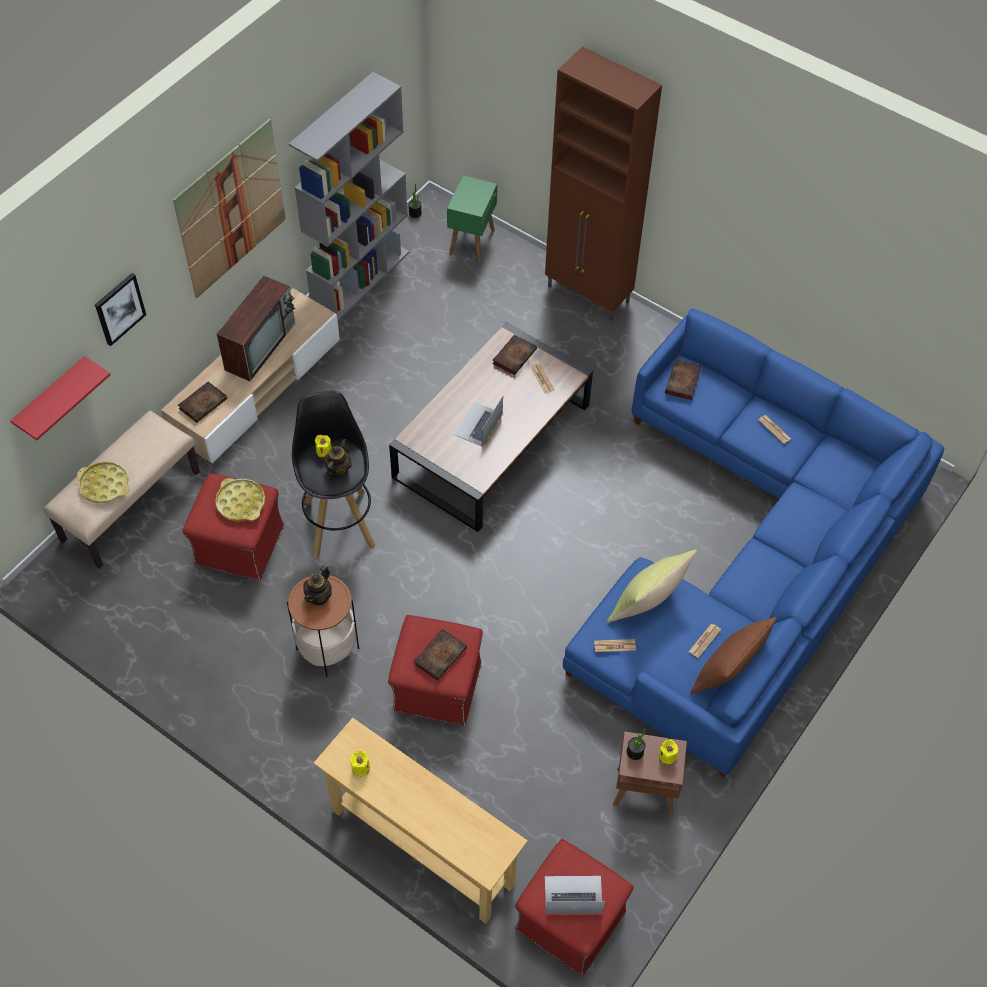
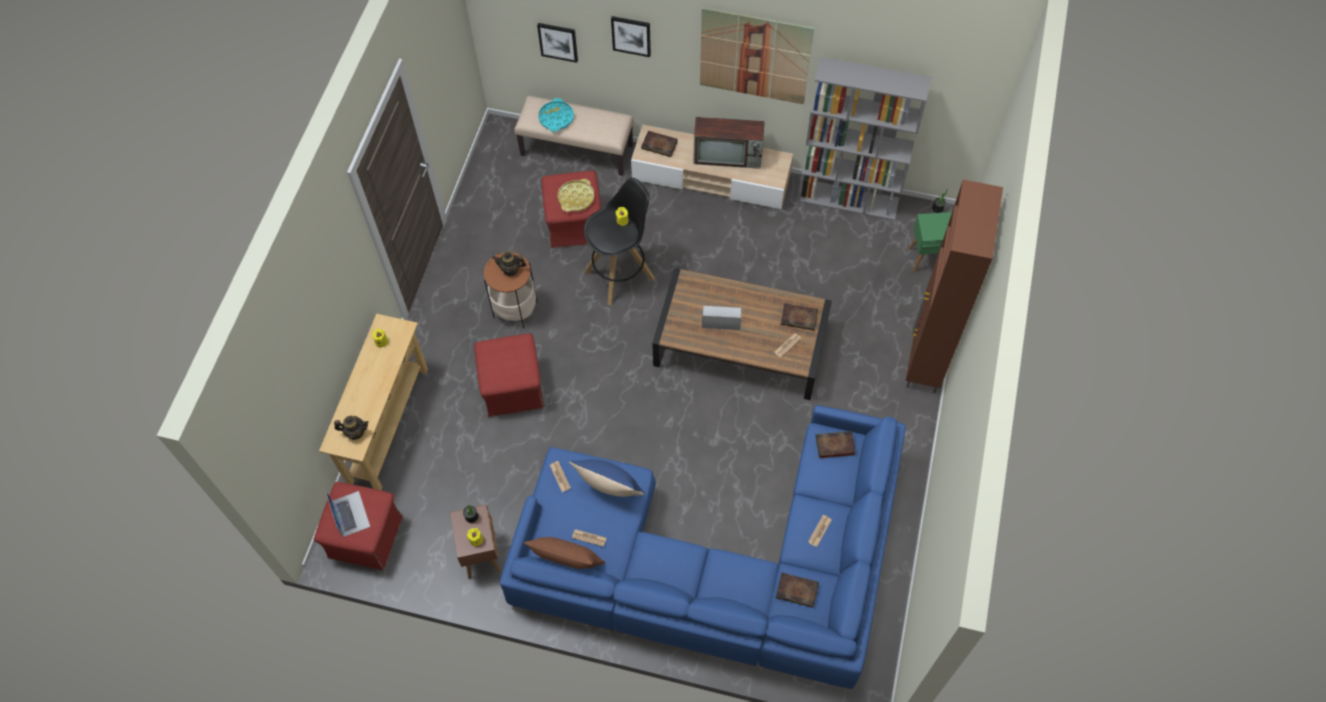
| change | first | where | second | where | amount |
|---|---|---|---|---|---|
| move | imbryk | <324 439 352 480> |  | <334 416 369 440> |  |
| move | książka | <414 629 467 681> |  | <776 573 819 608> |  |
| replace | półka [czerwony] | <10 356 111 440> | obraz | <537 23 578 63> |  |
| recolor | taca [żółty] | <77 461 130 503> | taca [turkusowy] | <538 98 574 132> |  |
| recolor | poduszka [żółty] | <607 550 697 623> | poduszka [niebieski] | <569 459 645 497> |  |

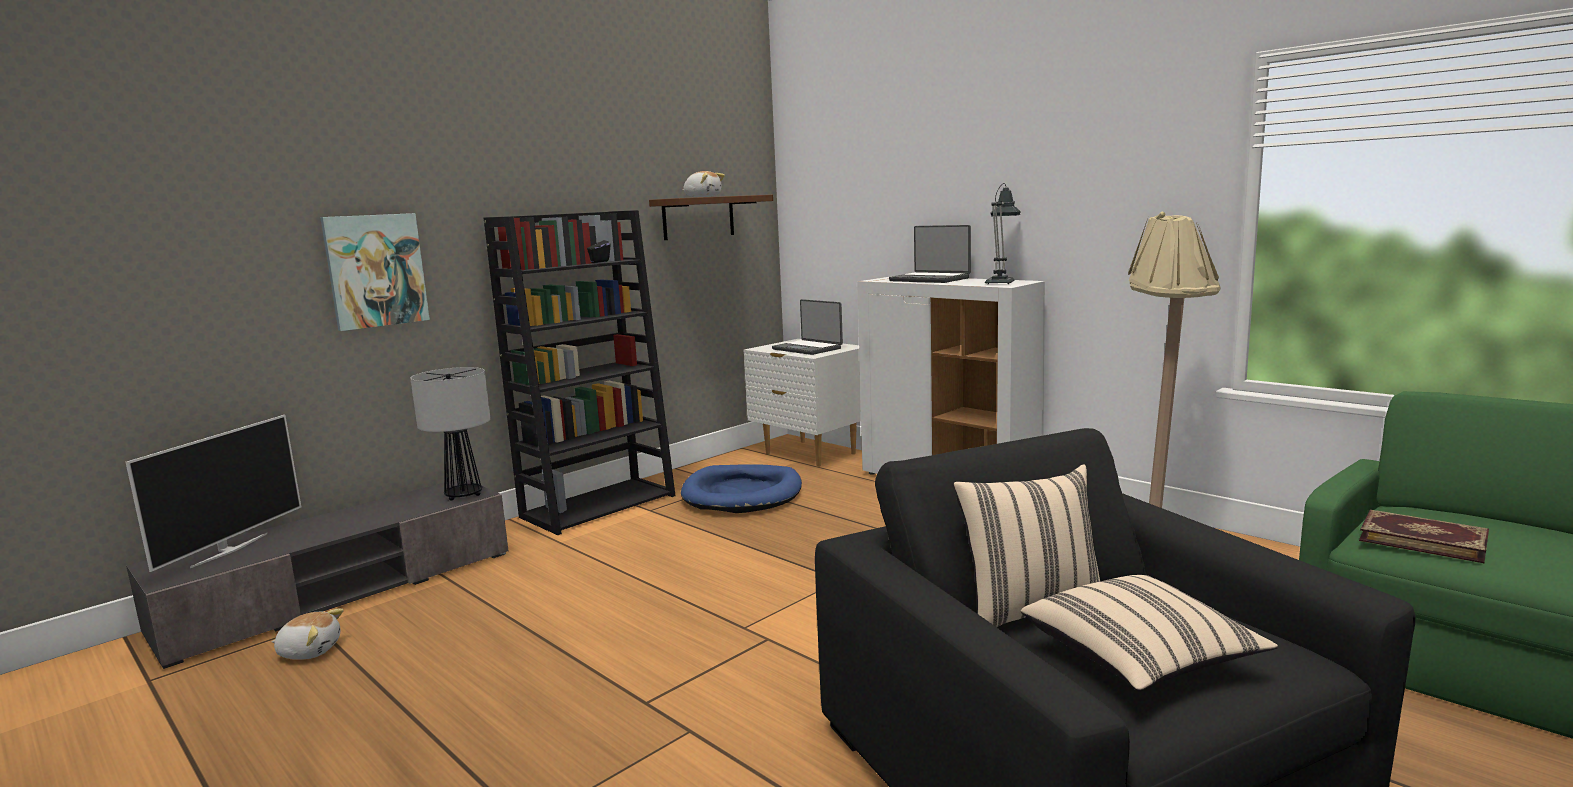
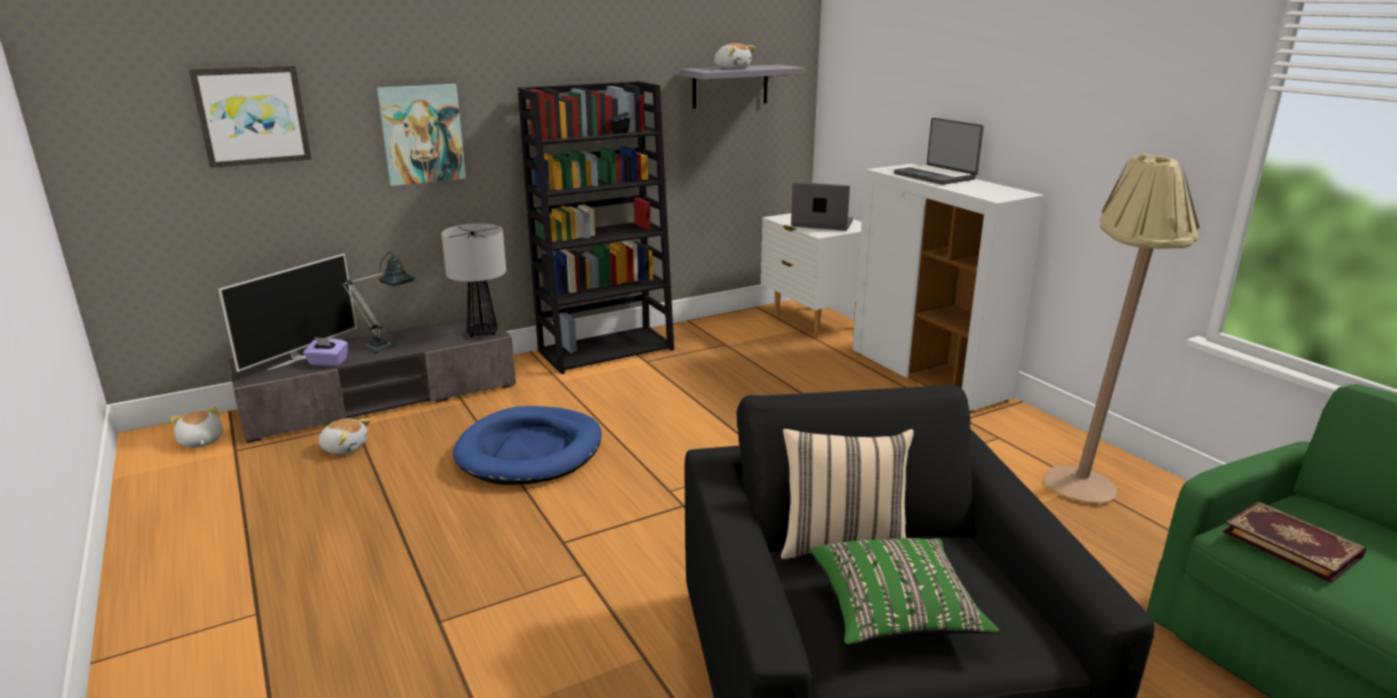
| change | first | where | second | where | amount |
|---|---|---|---|---|---|
| insert |  |  | pluszak | <171 407 223 448> |  |
| insert |  |  | obraz | <189 65 311 168> |  |
| insert |  |  | pudełko chusteczek [fioletowy] | <303 337 348 366> |  |
| move | legowisko [niebieski] | <681 464 802 513> |  | <453 406 602 485> |  |
| move | lampa stołowa | <985 183 1021 284> |  | <341 252 414 353> |  |
| recolor | półka [brązowy] | <649 195 773 240> | półka [szary] | <680 64 805 109> |  |
| recolor | poduszka [beżowy] | <1021 575 1278 691> | poduszka [zielony] | <810 538 1000 645> |  |
| rotate | laptop | <772 299 843 355> |  | <791 182 853 231> | 135 degrees clockwise |

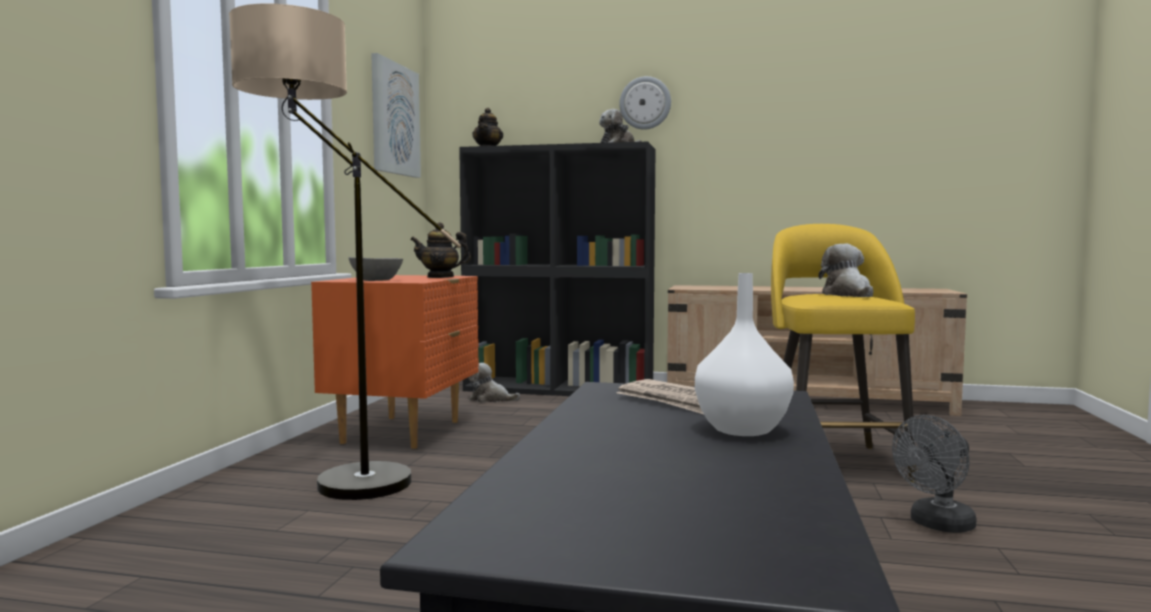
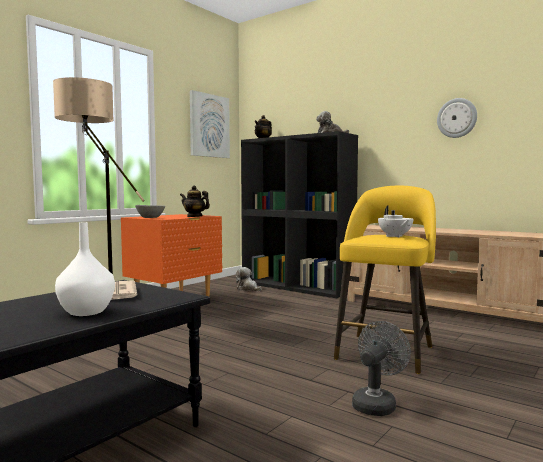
| change | first | where | second | where | amount |
|---|---|---|---|---|---|
| move | zegar ścienny | <619 76 671 130> |  | <437 98 477 138> |  |
| replace | pluszak | <818 244 873 297> | imbryk [biały] | <378 206 413 238> |  |
| rotate | wentylator [szary] | <892 415 977 533> |  | <352 321 411 416> | 135 degrees clockwise |

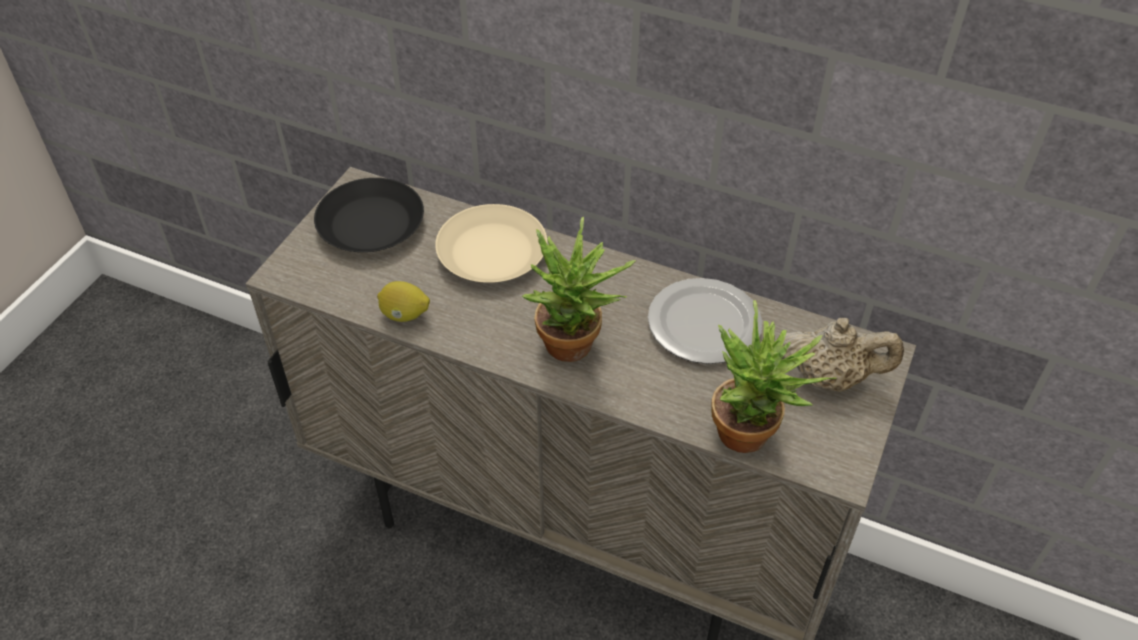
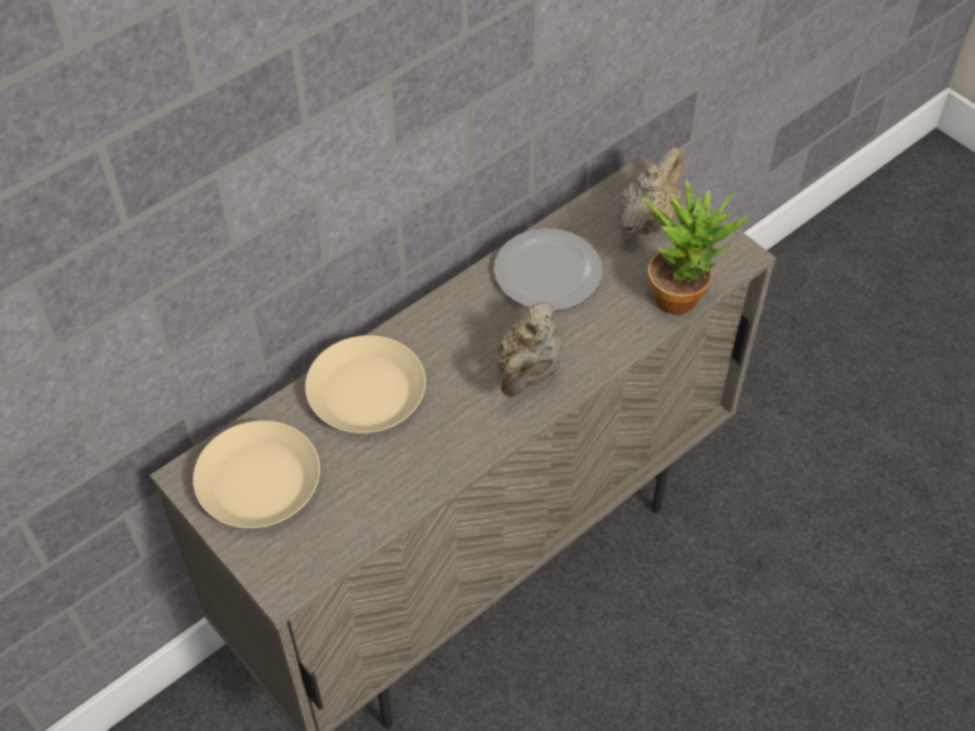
| change | first | where | second | where | amount |
|---|---|---|---|---|---|
| delete | cytryna | <377 281 430 322> |  |  |  |
| replace | roślina doniczkowa | <522 217 636 362> | imbryk [beżowy] | <497 301 562 397> |  |
| recolor | talerz [czarny] | <314 178 424 252> | talerz [beżowy] | <193 421 320 528> |  |

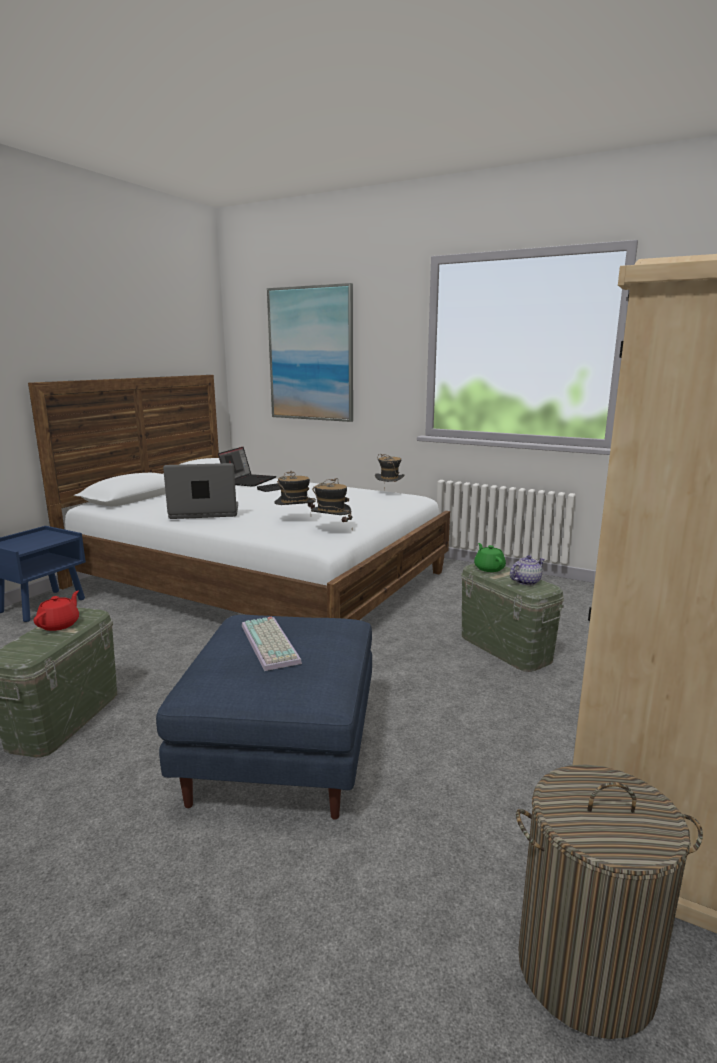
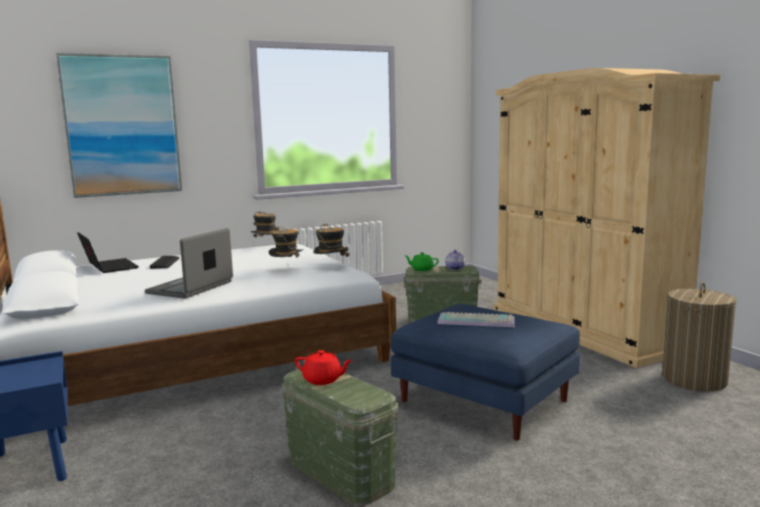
| change | first | where | second | where | amount |
|---|---|---|---|---|---|
| rotate | imbryk [czerwony] | <34 591 79 631> |  | <295 350 353 385> | 150 degrees clockwise |

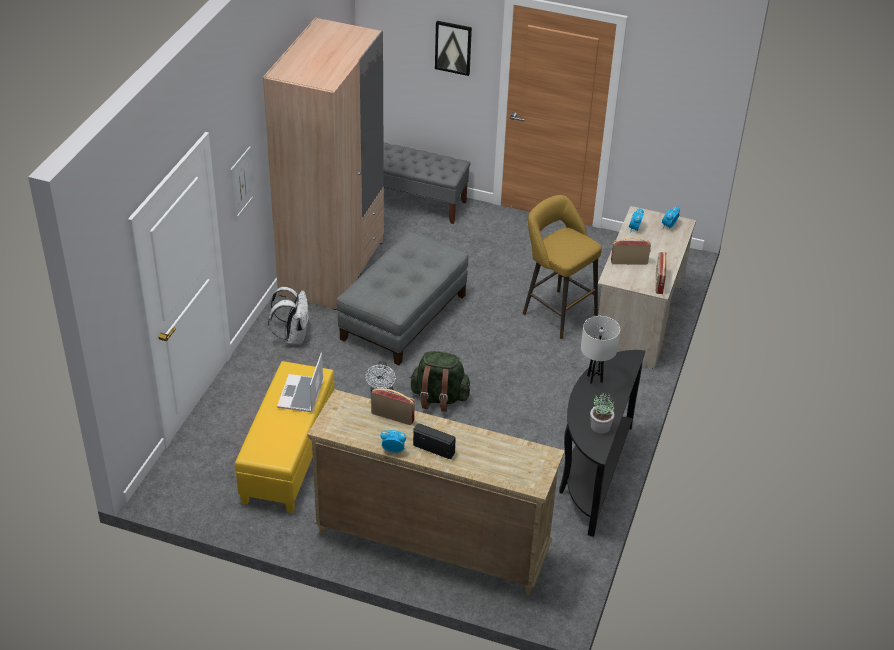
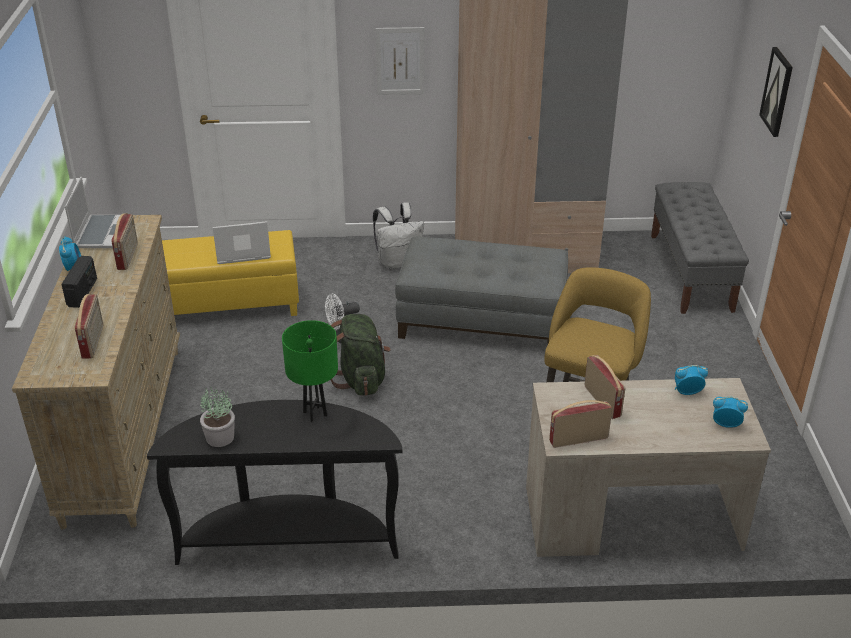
| change | first | where | second | where | amount |
|---|---|---|---|---|---|
| insert |  |  | laptop | <65 176 120 248> |  |
| insert |  |  | radio | <75 294 103 359> |  |
| recolor | lampa stołowa [biały] | <581 316 620 384> | lampa stołowa [zielony] | <282 320 338 422> |  |

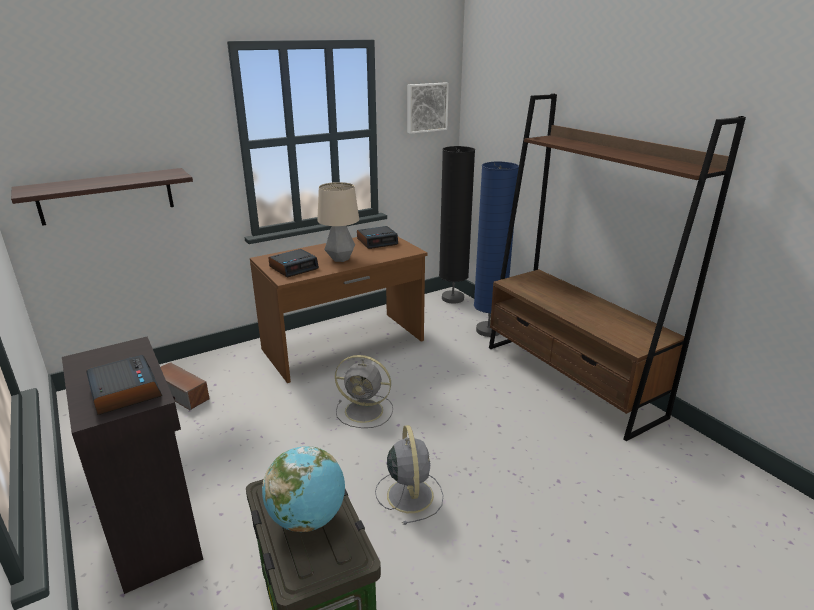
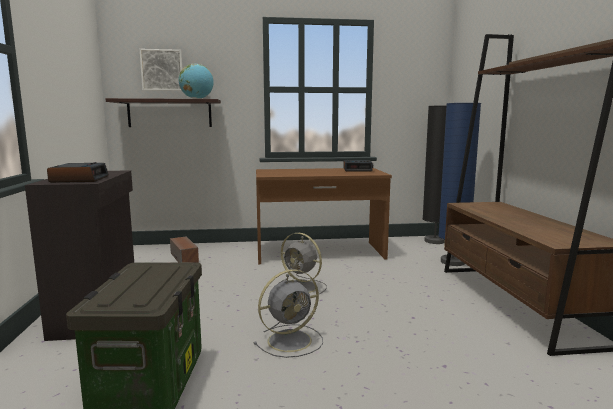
| change | first | where | second | where | amount |
|---|---|---|---|---|---|
| delete | budzik | <268 249 319 278> |  |  |  |
| delete | lampa stołowa | <317 182 359 262> |  |  |  |
| move | globus | <262 446 345 532> |  | <179 64 214 99> |  |
| move | obraz | <407 83 449 134> |  | <140 49 182 91> |  |
| rotate | wentylator [szary] | <375 425 444 525> |  | <253 269 323 358> | 45 degrees clockwise |

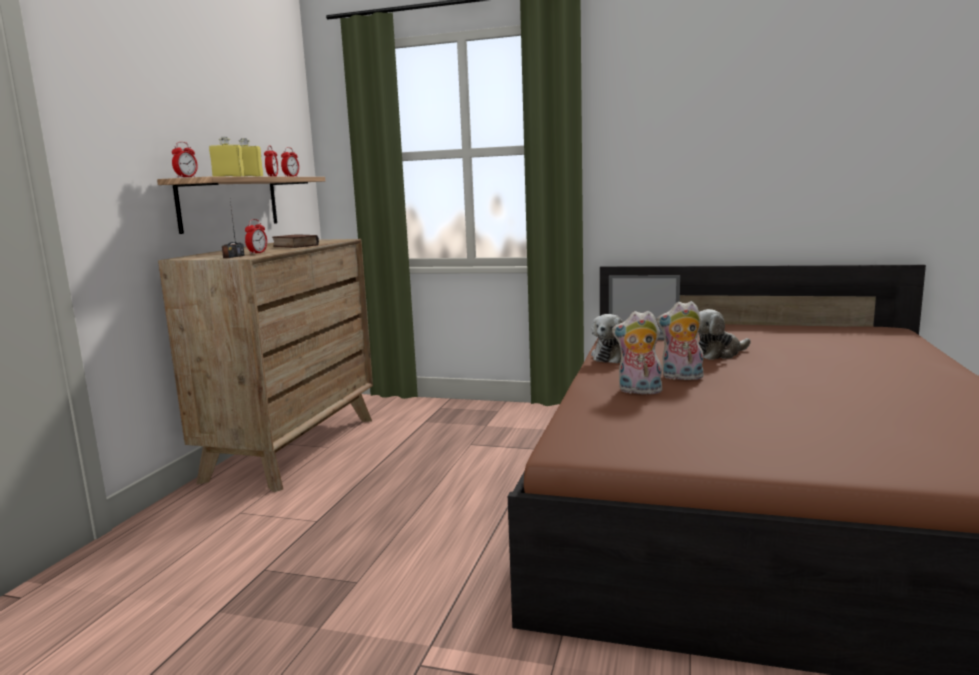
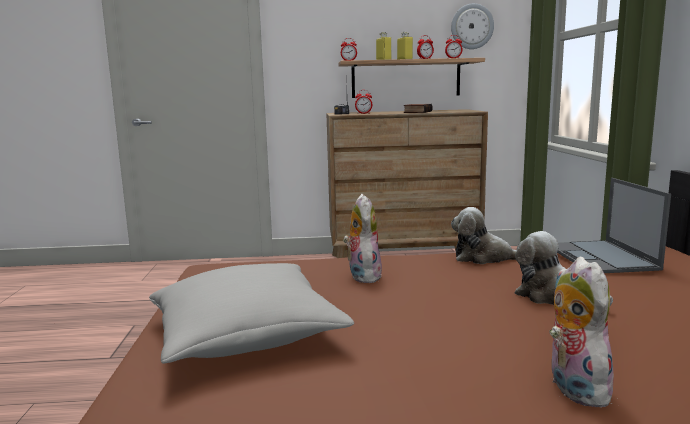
| change | first | where | second | where | amount |
|---|---|---|---|---|---|
| insert |  |  | poduszka [szary] | <149 263 354 364> |  |
| insert |  |  | zegar ścienny | <451 3 494 49> |  |
| move | pluszak | <656 301 704 380> |  | <549 257 615 408> |  |

